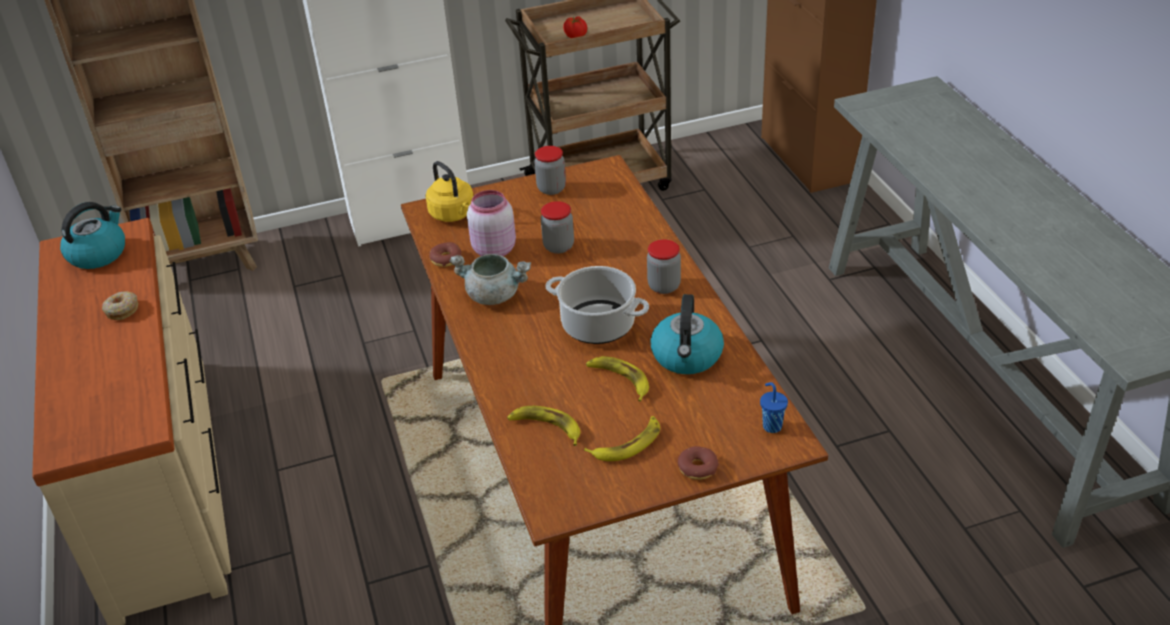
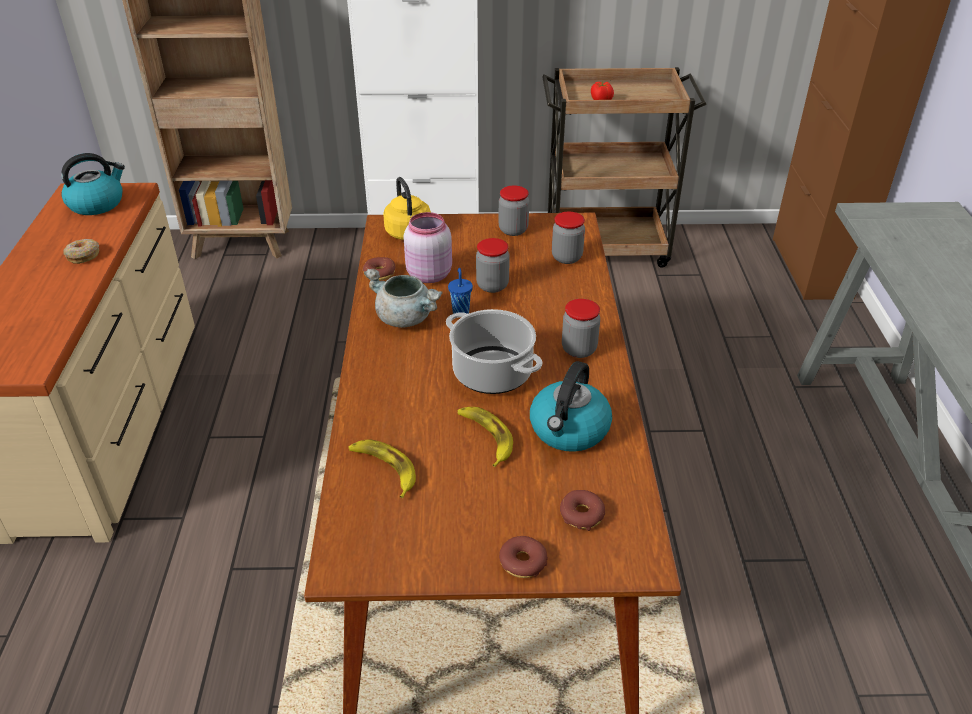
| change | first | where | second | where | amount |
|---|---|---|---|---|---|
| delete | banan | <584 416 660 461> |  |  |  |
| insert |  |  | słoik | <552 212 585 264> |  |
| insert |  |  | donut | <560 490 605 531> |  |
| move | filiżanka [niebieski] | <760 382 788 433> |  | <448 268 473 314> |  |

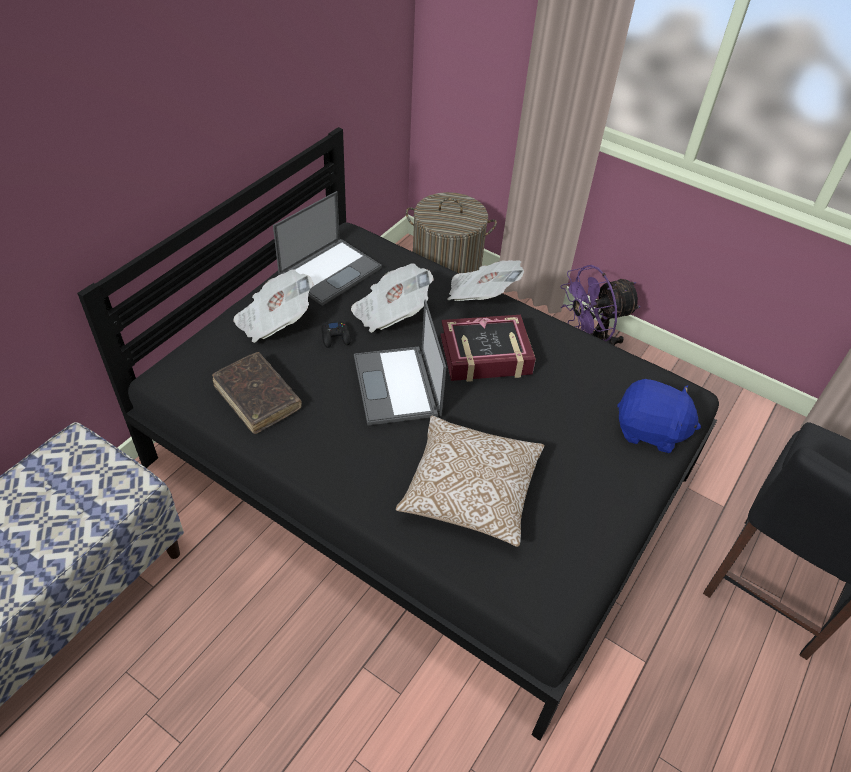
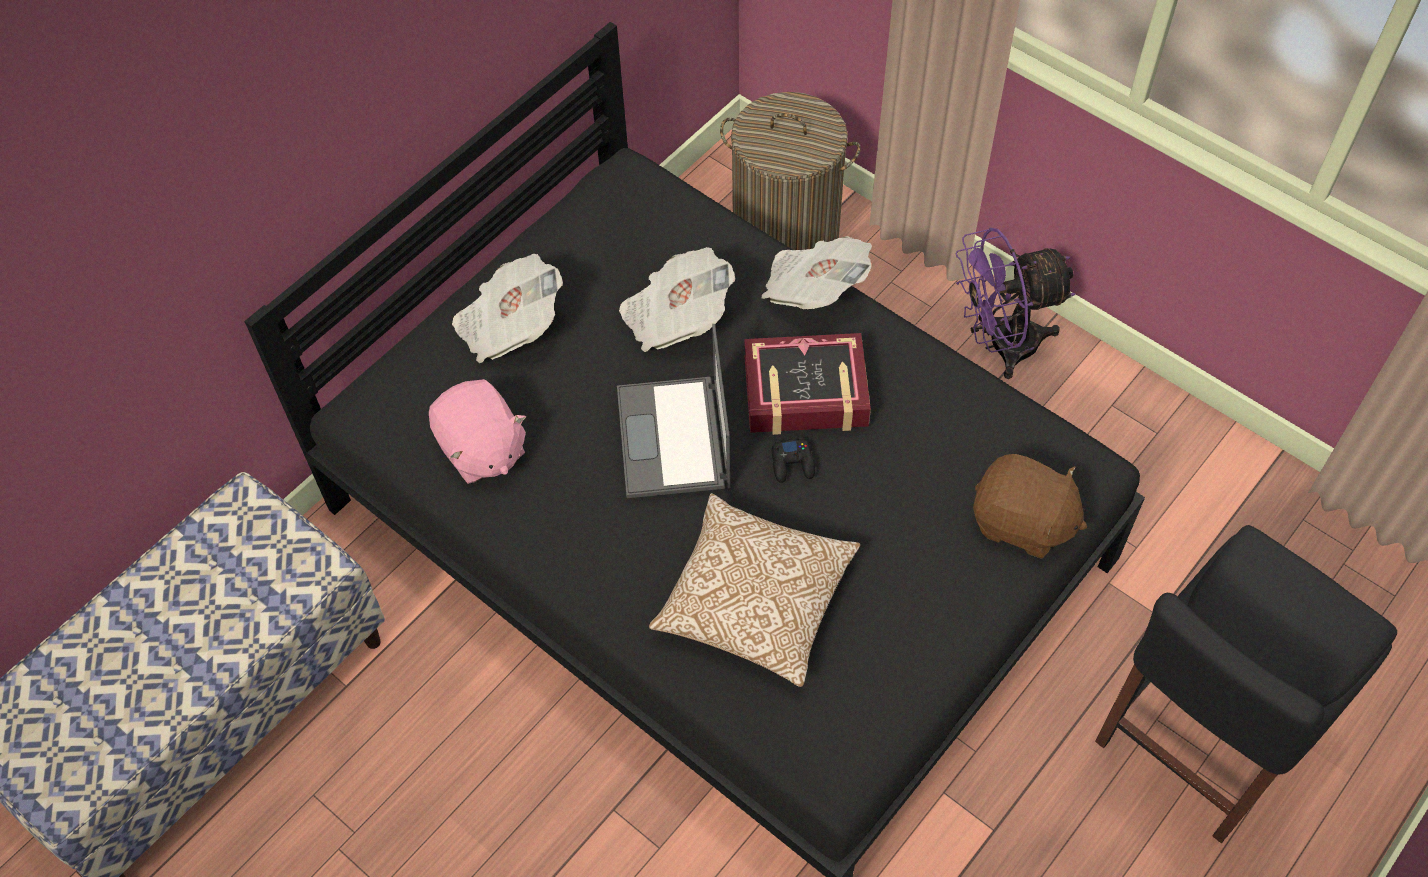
| change | first | where | second | where | amount |
|---|---|---|---|---|---|
| delete | laptop | <273 191 382 306> |  |  |  |
| move | pad do gier [czarny] | <321 321 351 348> |  | <772 438 815 483> |  |
| replace | książka [brązowy] | <212 352 302 434> | pluszak [różowy] | <429 379 526 484> |  |
| recolor | pluszak [niebieski] | <617 379 701 453> | pluszak [brązowy] | <973 454 1087 558> |  |

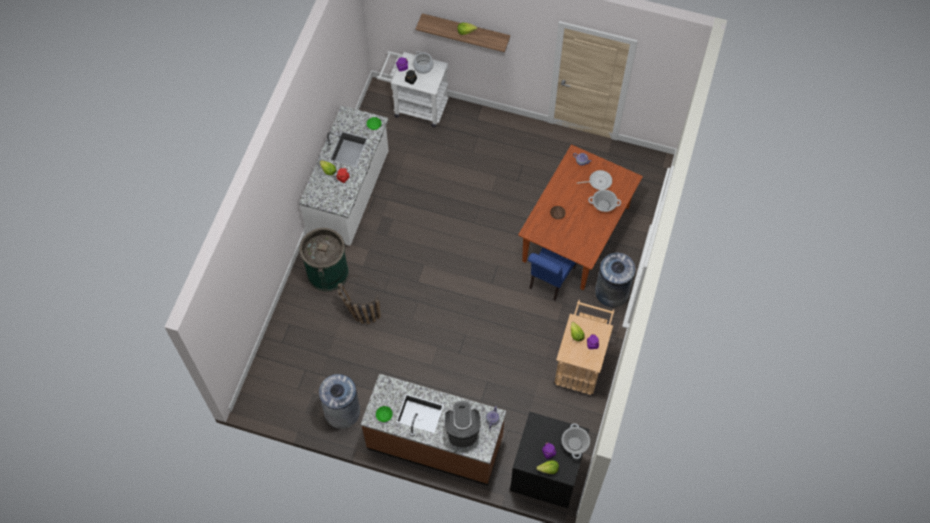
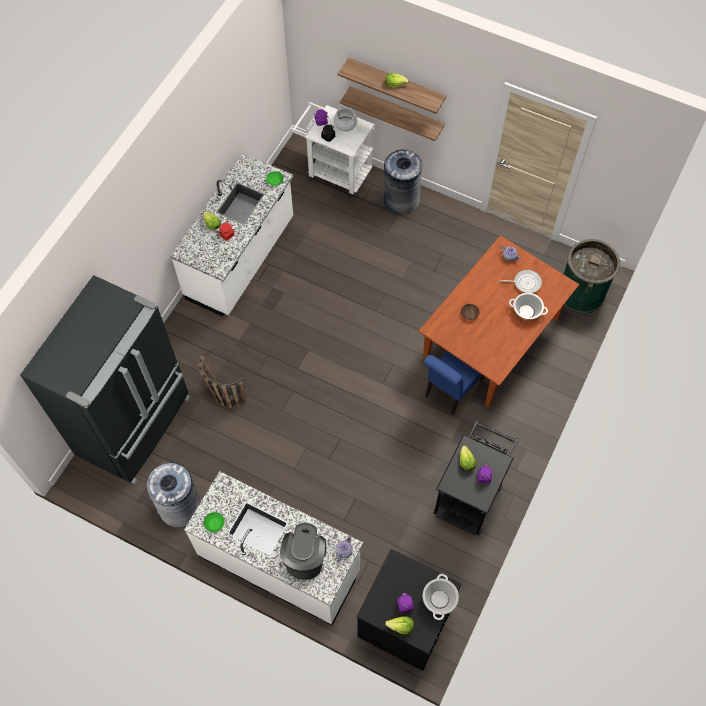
| change | first | where | second | where | amount |
|---|---|---|---|---|---|
| insert |  |  | lodówka [czarny] | <20 275 191 485> |  |
| insert |  |  | półka | <340 86 445 141> |  |
| move | kosz na śmieci [zielony] | <299 228 349 291> |  | <564 239 620 314> |  |
| move | kosz na śmieci [szary] | <595 252 636 307> |  | <383 149 422 215> |  |
| recolor | zabudowa kuchenna [brązowy] | <361 374 506 486> | zabudowa kuchenna [biały] | <184 471 363 625> |  |
| recolor | wózek [beżowy] | <553 300 614 395> | wózek [czarny] | <433 420 518 535> |  |

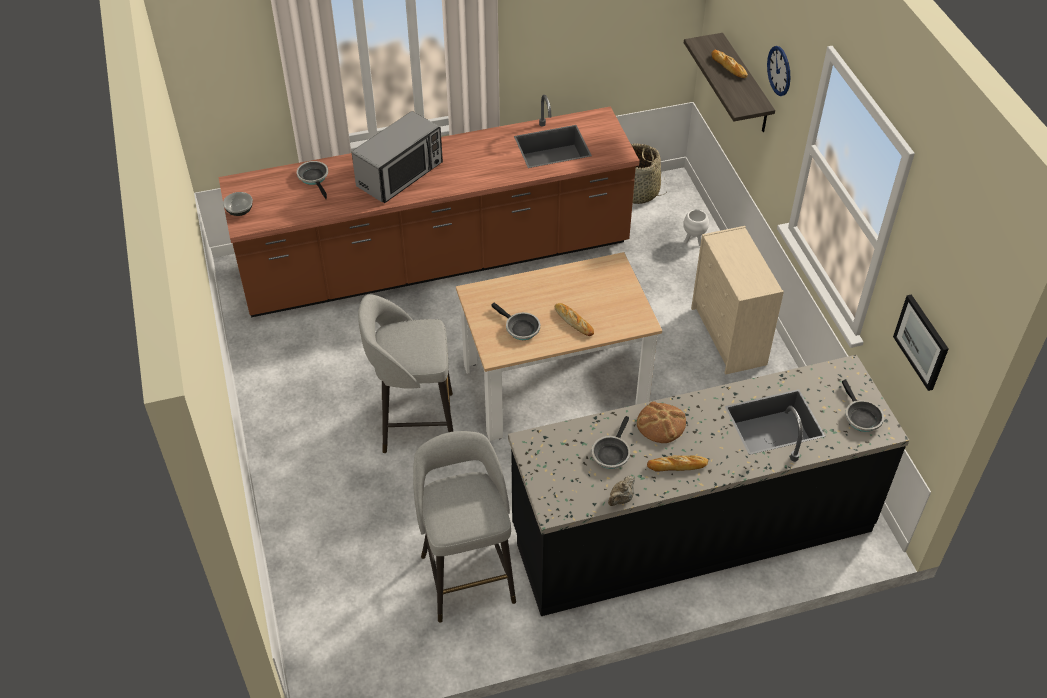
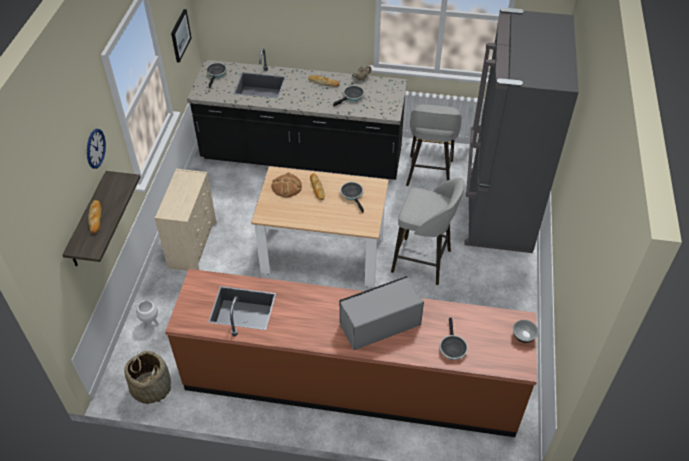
| change | first | where | second | where | amount |
|---|---|---|---|---|---|
| insert |  |  | lodówka [szary] | <464 7 579 253> |  |
| move | chleb | <637 402 686 443> |  | <271 172 302 198> |  |

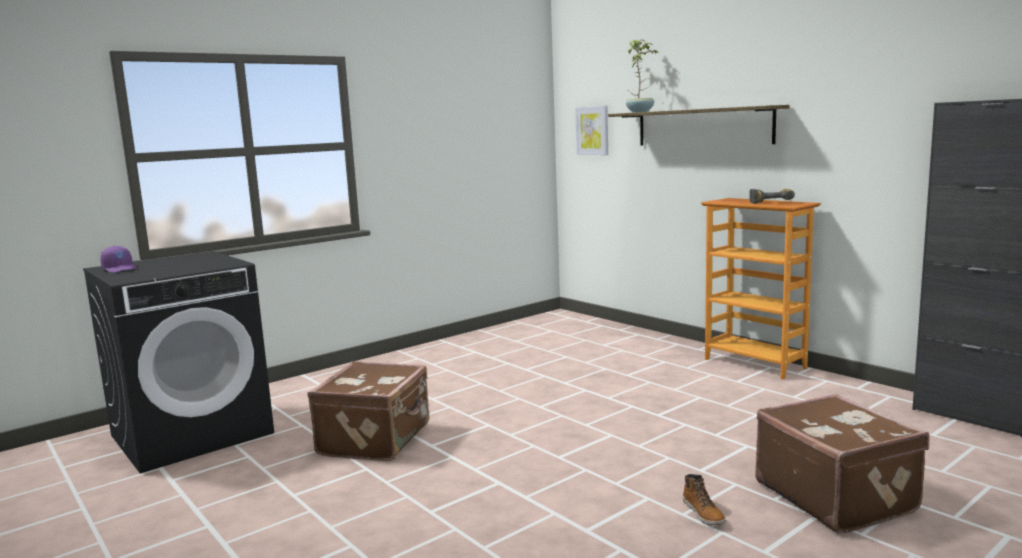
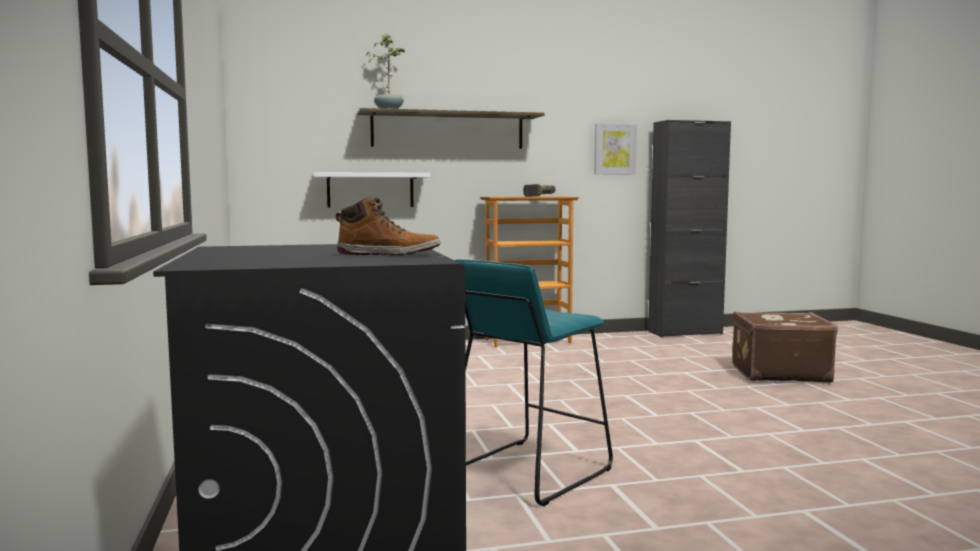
| change | first | where | second | where | amount |
|---|---|---|---|---|---|
| delete | czapka z daszkiem [fioletowy] | <100 246 137 273> |  |  |  |
| insert |  |  | półka [biały] | <313 172 431 207> |  |
| move | obraz | <575 106 608 155> |  | <594 123 637 175> |  |
| move | but z cholewką | <683 474 726 525> |  | <336 197 440 256> |  |
| replace | walizka [brązowy] | <307 361 429 461> | stołek [turkusowy] | <454 259 613 506> |  |

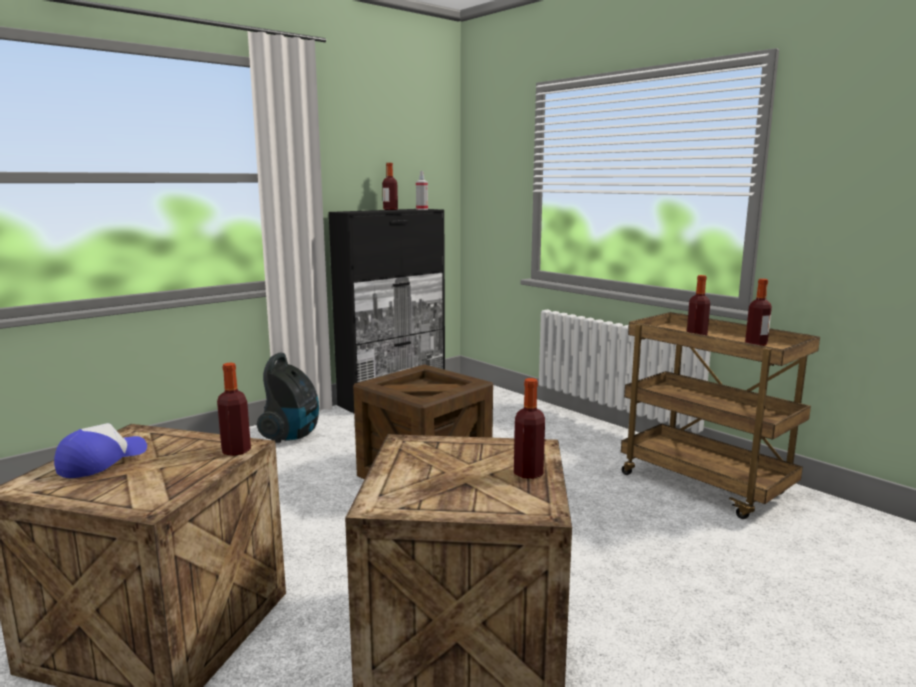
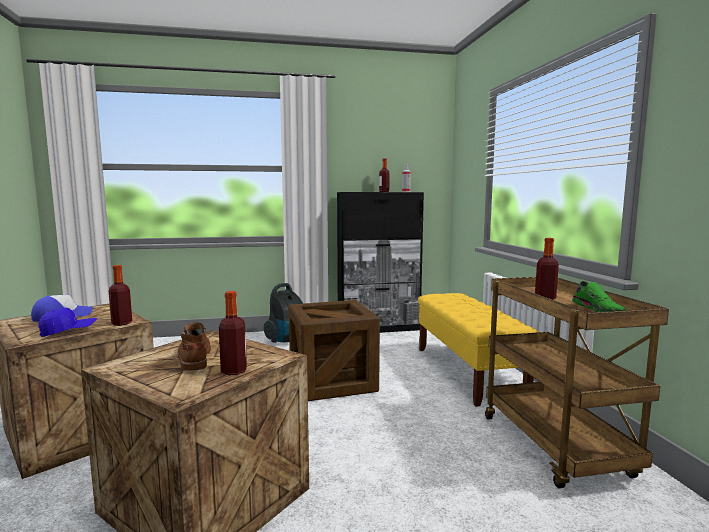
| change | first | where | second | where | amount |
|---|---|---|---|---|---|
| insert |  |  | czapka z daszkiem [niebieski] | <38 308 97 337> |  |
| insert |  |  | but z cholewką [brązowy] | <177 322 211 370> |  |
| insert |  |  | ławka [żółty] | <418 293 539 407> |  |
| replace | butelka | <745 279 772 346> | but [zielony] | <572 281 626 312> |  |

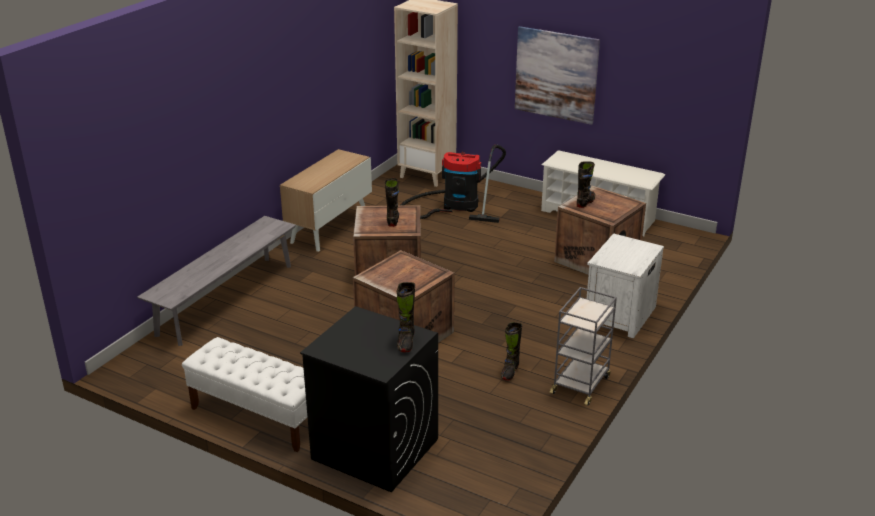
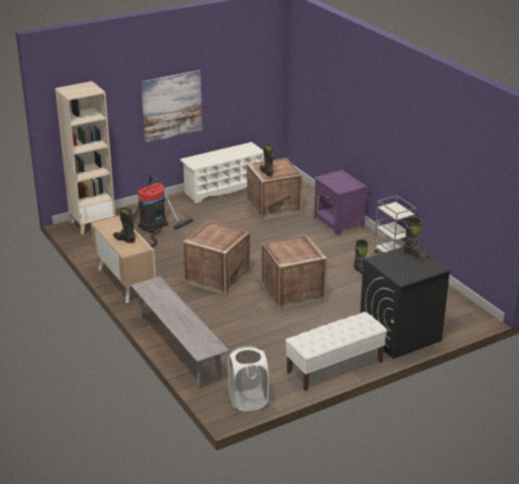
| change | first | where | second | where | amount |
|---|---|---|---|---|---|
| insert |  |  | kosz na pranie [biały] | <228 346 269 411> |  |
| move | but z cholewką [czarny] | <385 178 399 227> |  | <113 208 135 243> |  |
| recolor | szafka nocna [biały] | <587 233 664 339> | szafka nocna [fioletowy] | <314 170 368 235> |  |

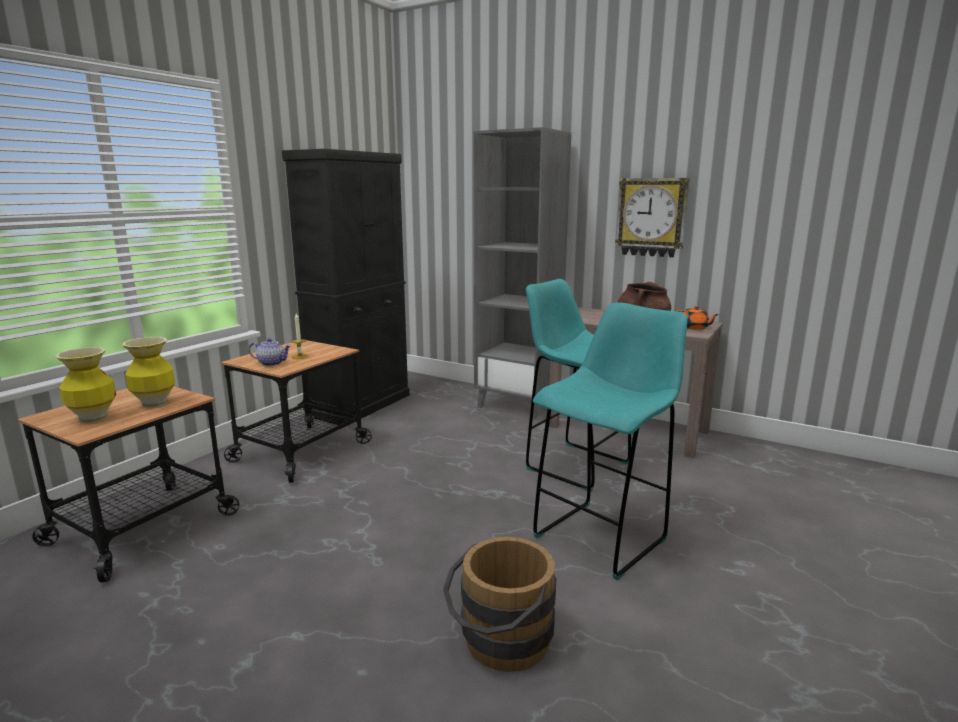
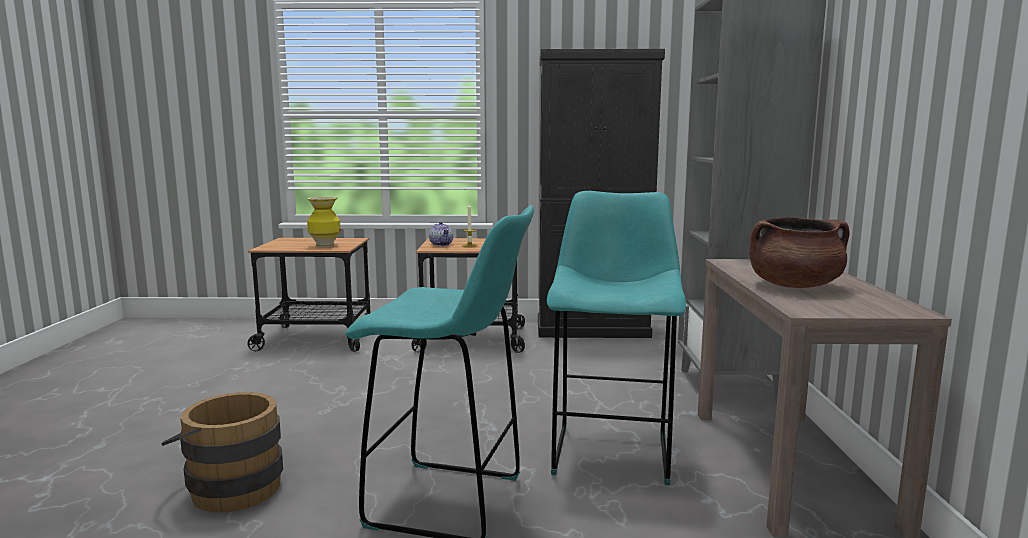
| change | first | where | second | where | amount |
|---|---|---|---|---|---|
| delete | wazon | <55 347 116 423> |  |  |  |
| delete | zegar ścienny | <615 178 690 257> |  |  |  |
| delete | imbryk [pomarańczowy] | <677 306 719 330> |  |  |  |

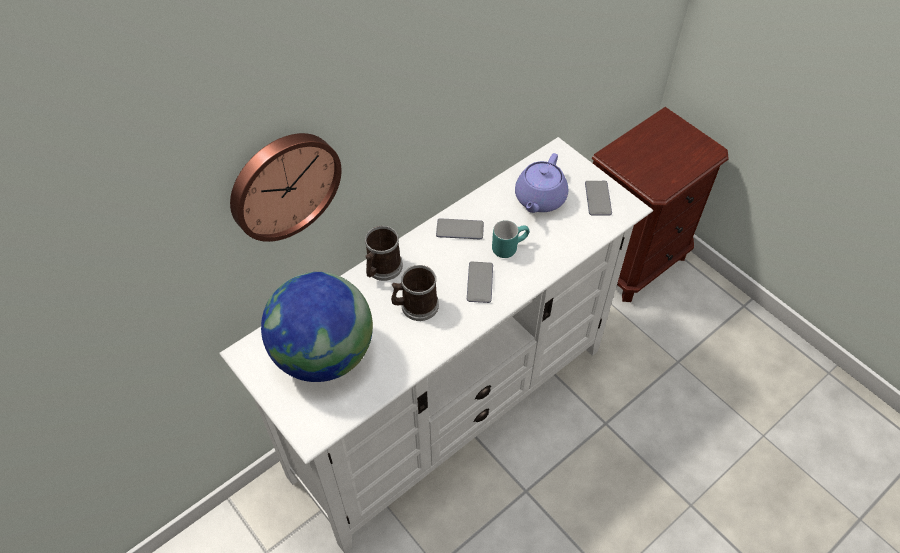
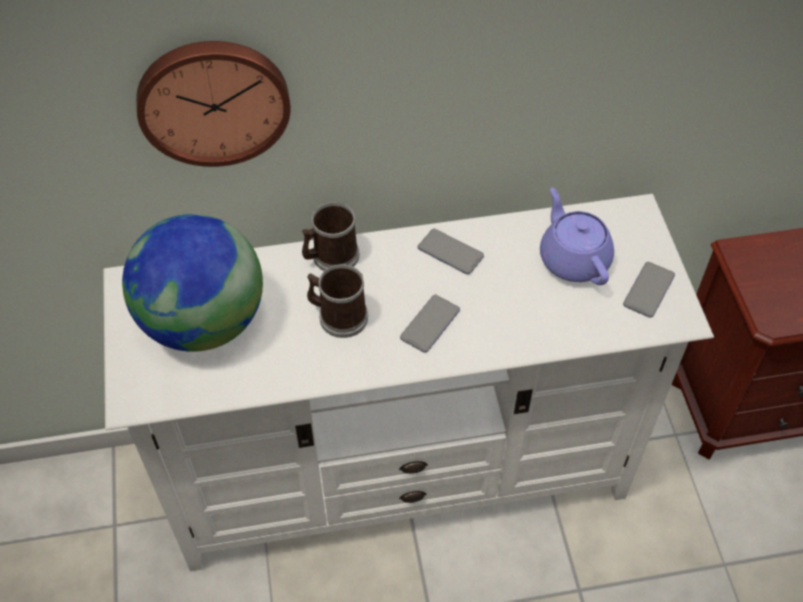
| change | first | where | second | where | amount |
|---|---|---|---|---|---|
| delete | kubek [turkusowy] | <492 220 529 258> |  |  |  |
| rotate | imbryk [fioletowy] | <515 153 568 213> |  | <540 187 614 285> | 105 degrees clockwise |

